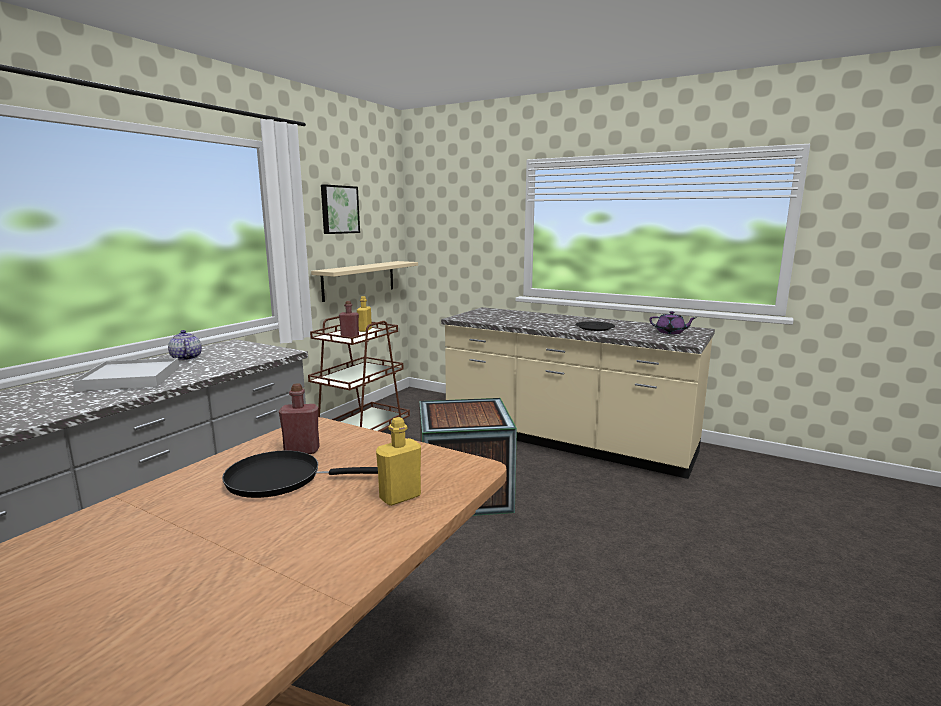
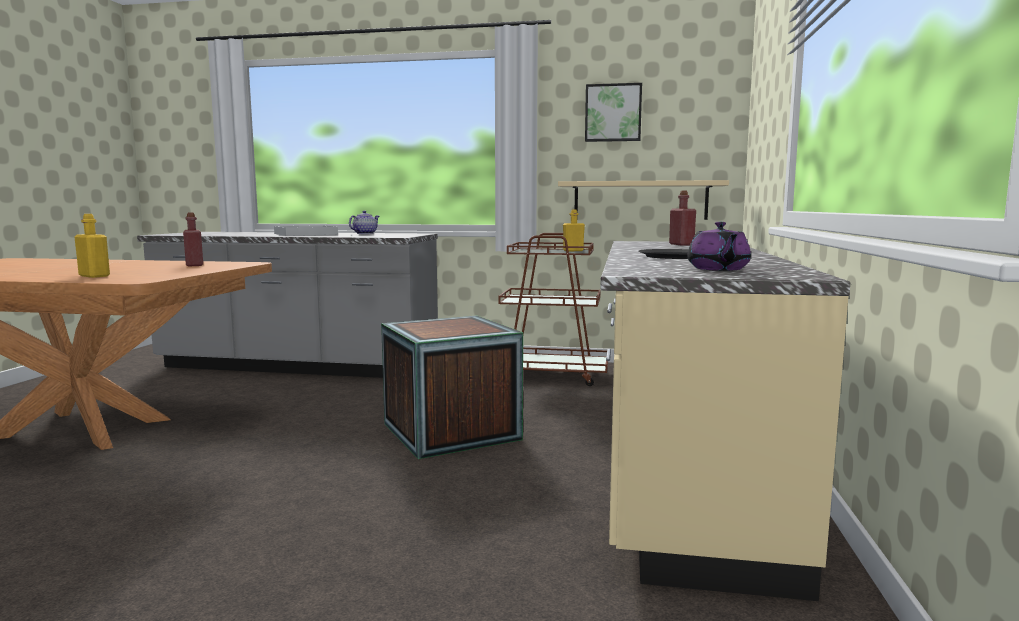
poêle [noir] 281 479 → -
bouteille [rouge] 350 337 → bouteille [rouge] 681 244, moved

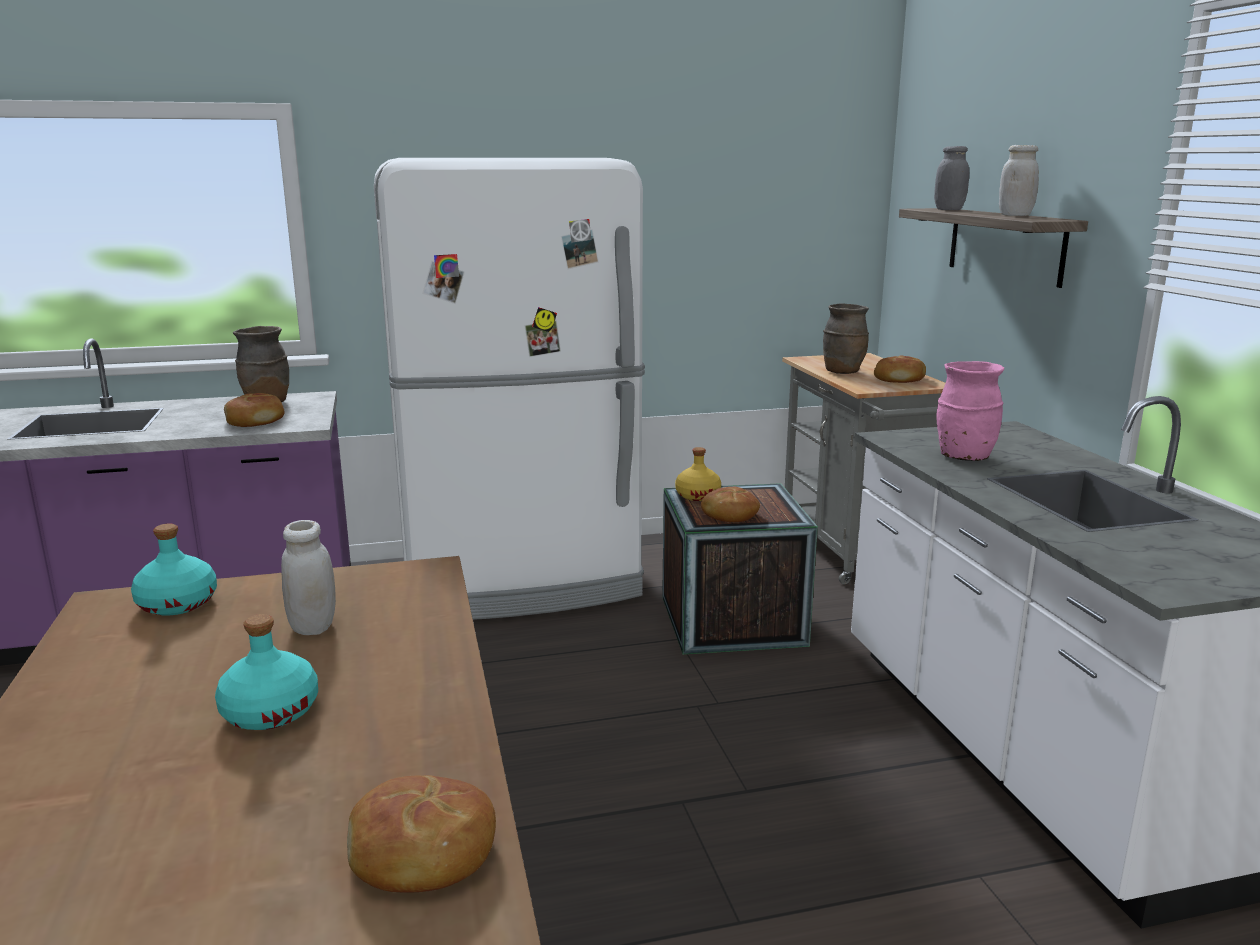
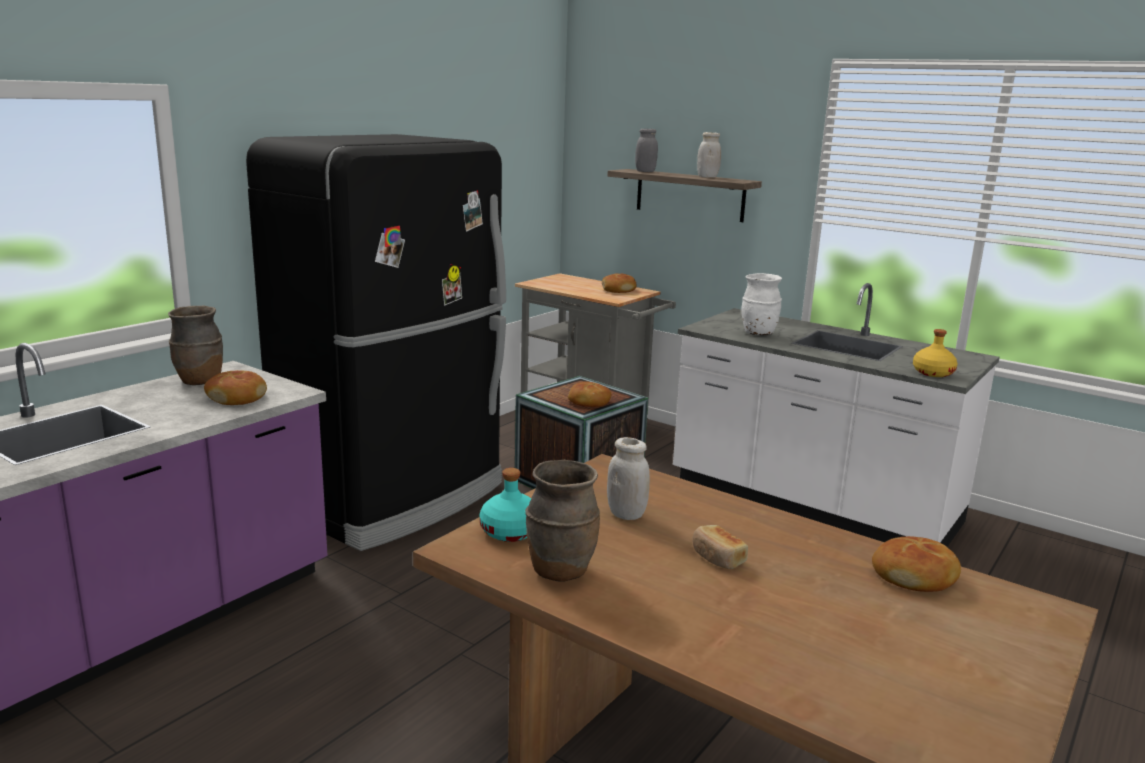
bouteille [turquoise] 270 712 → pain 717 558
réfrigérateur [blanc] 521 580 → réfrigérateur [noir] 396 497
bouteille [jaune] 697 495 → bouteille [jaune] 932 373, moved
vase [marron] 843 372 → vase [marron] 560 570, moved
vase [rose] 963 457 → vase [blanc] 758 333

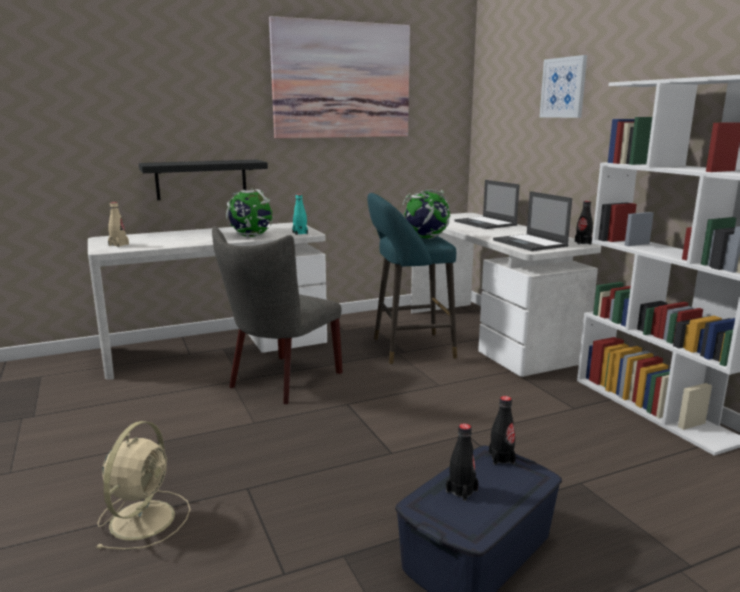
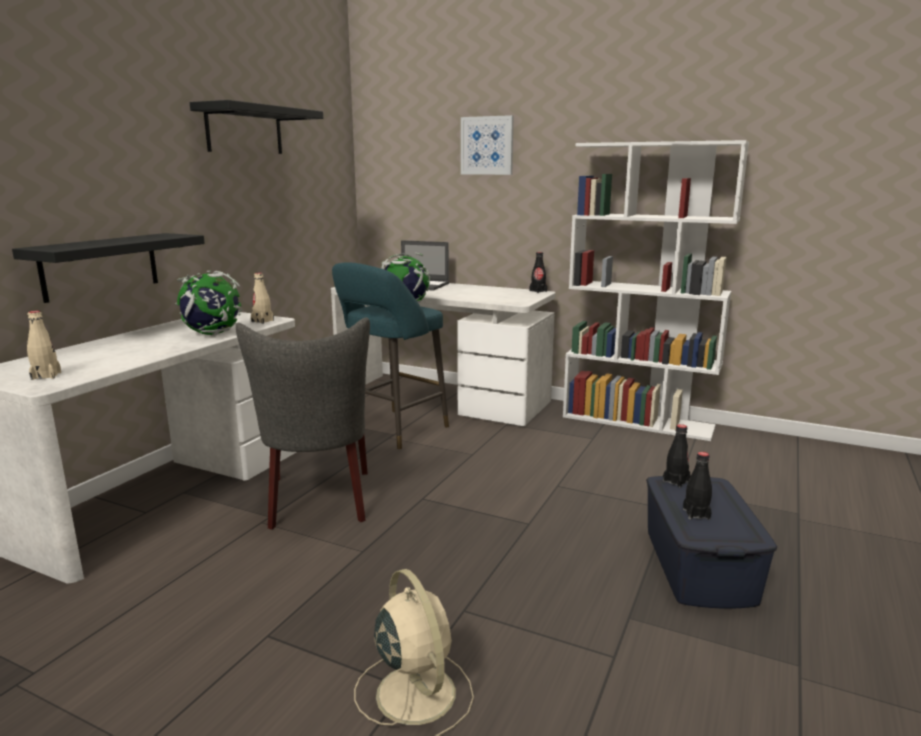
tableau 342 80 → étagère [noir] 244 130
bouteille [turquoise] 300 233 → bouteille [beige] 262 321
ordinateur portable 530 243 → -

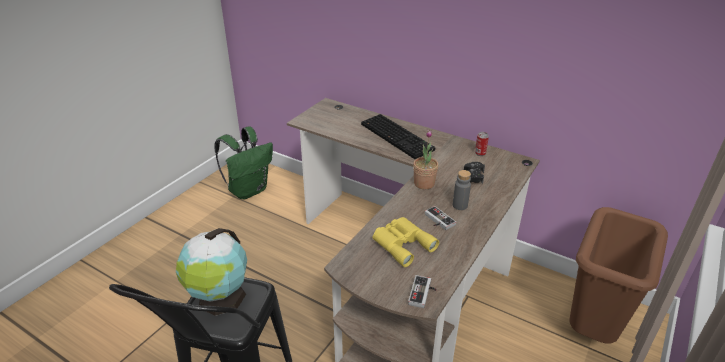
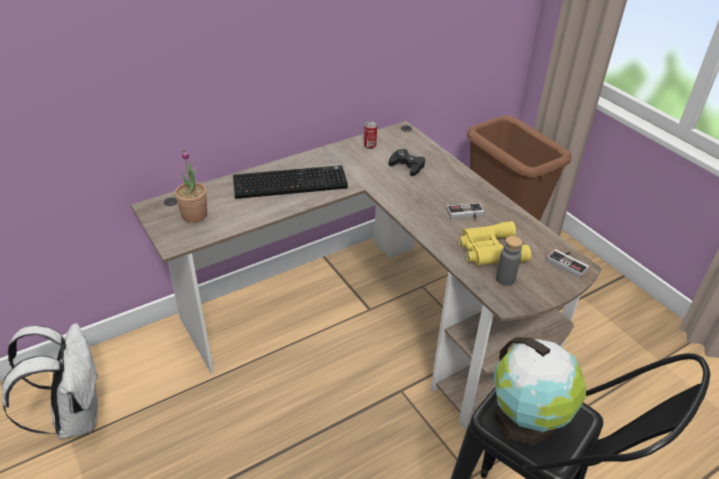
sac à dos [vert] 249 190 → sac à dos [blanc] 74 416
plante en pot 424 183 → plante en pot 194 215, moved
bouteille [gris] 460 205 → bouteille [gris] 505 279, moved

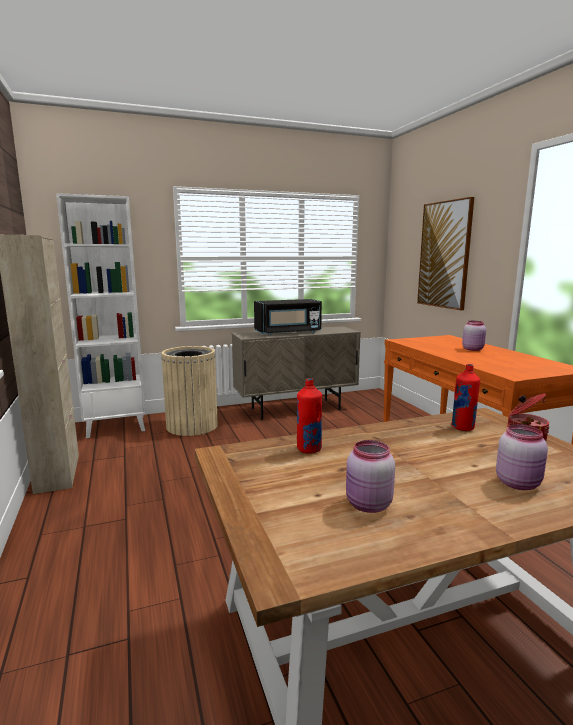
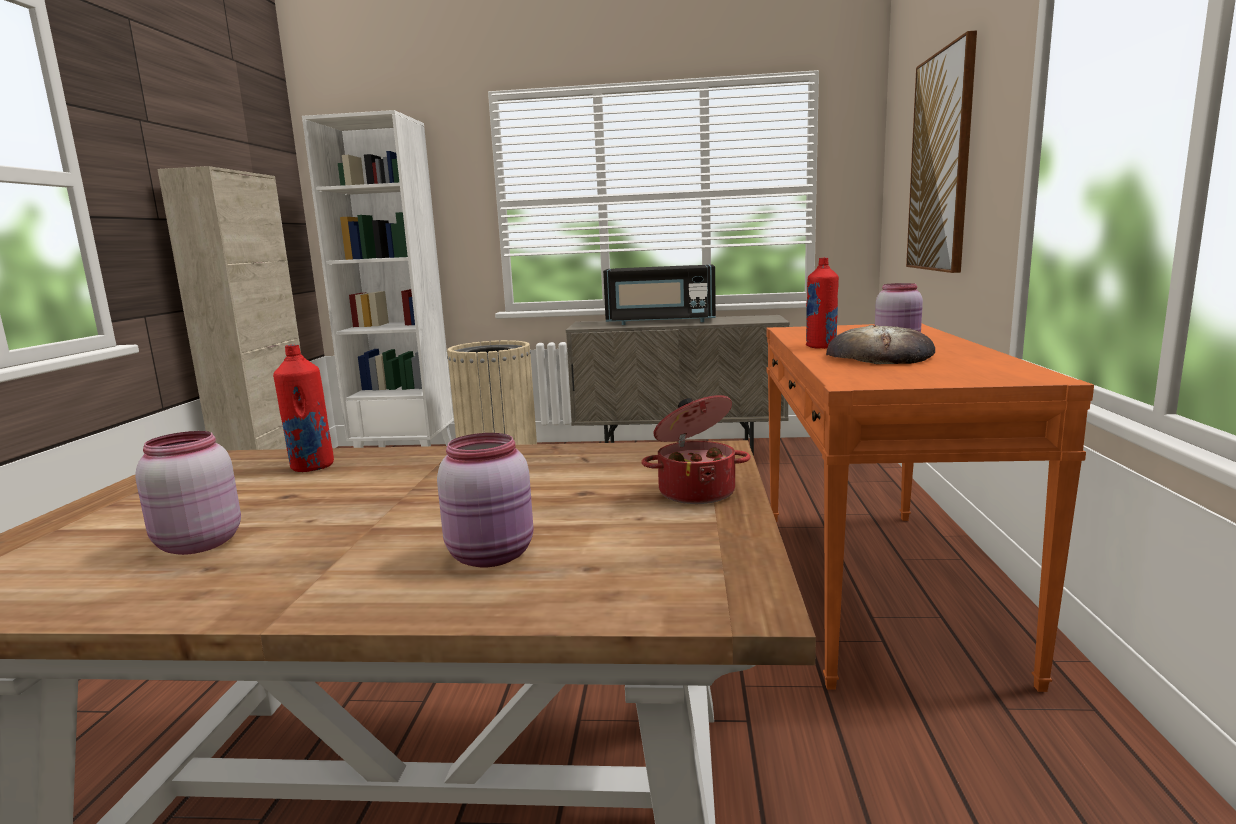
bouteille [rouge] 462 427 → bouteille [rouge] 821 346, moved
- → pain 879 356

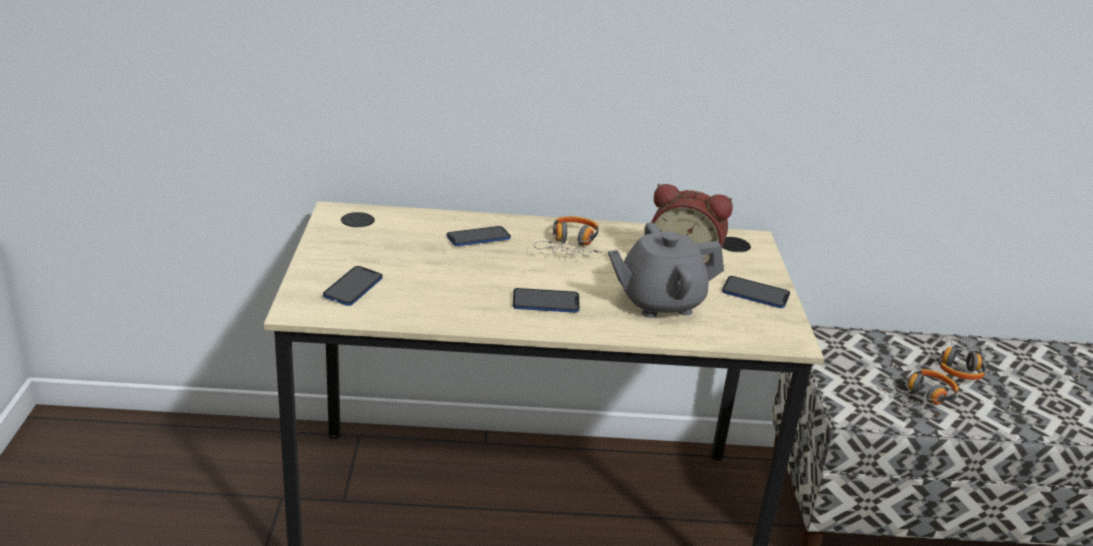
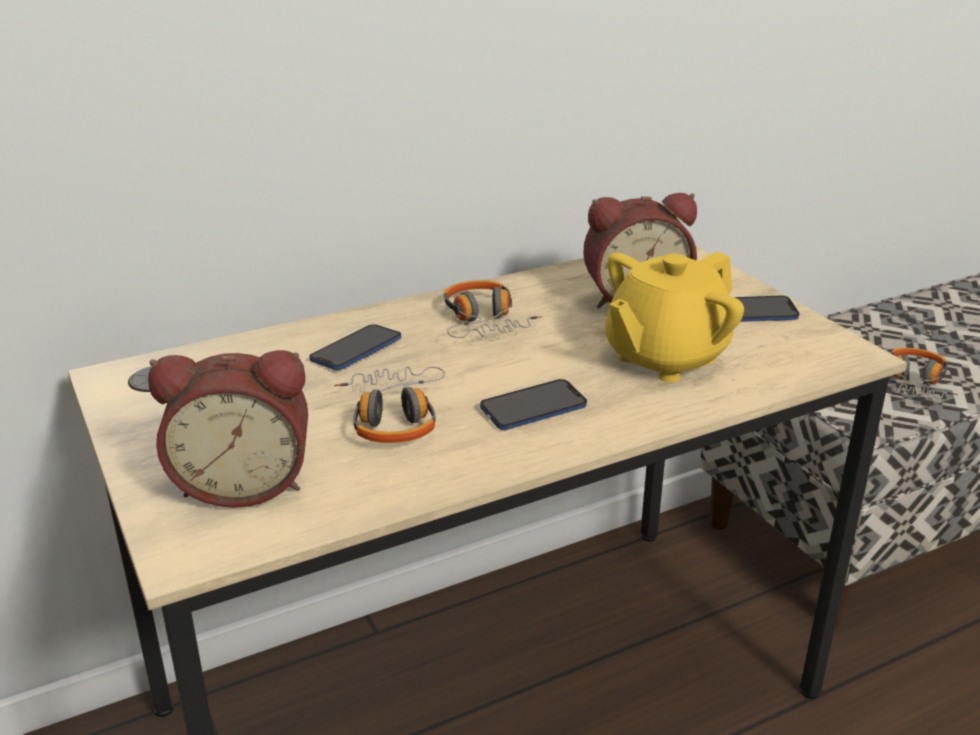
téléphone 353 287 → réveil 244 483
théière [gris] 659 302 → théière [jaune] 664 358
casque audio 959 364 → casque audio 394 416, moved

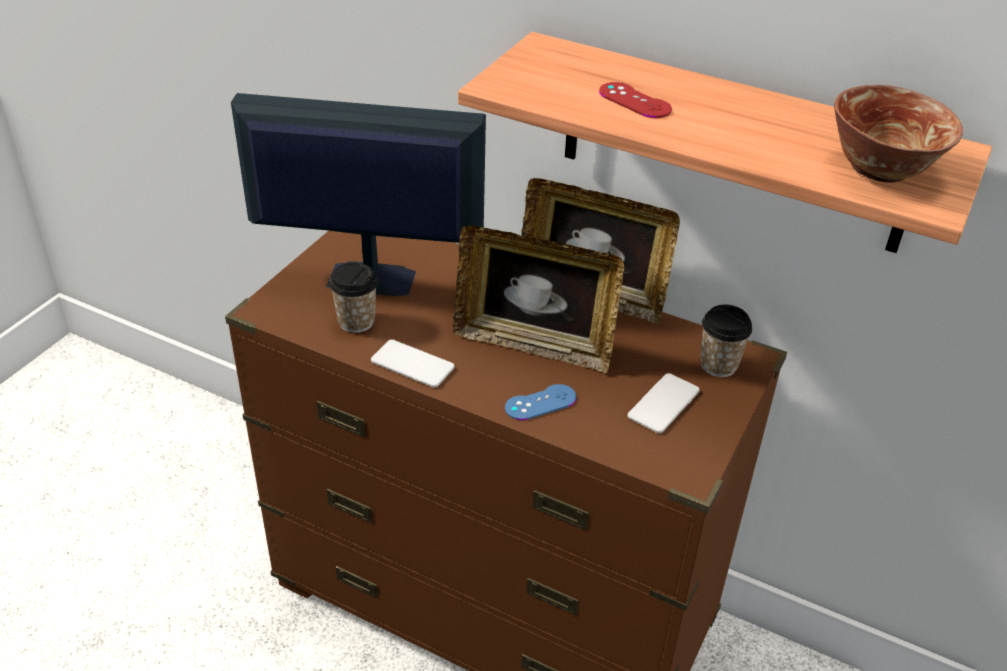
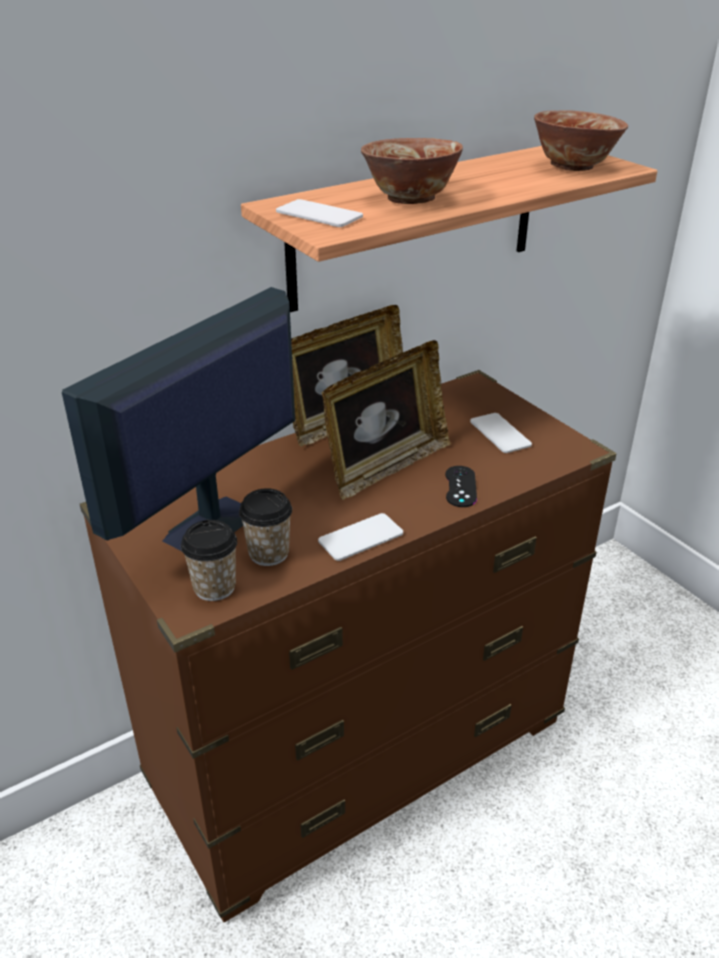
manette [bleu] 540 402 → manette [noir] 460 486
manette [rouge] 634 101 → bol 410 199
tasse 718 365 → tasse 214 587, moved
- → téléphone 319 215

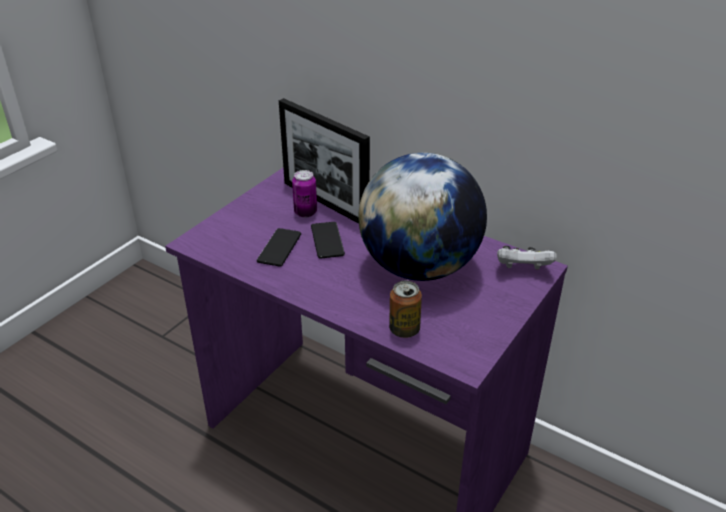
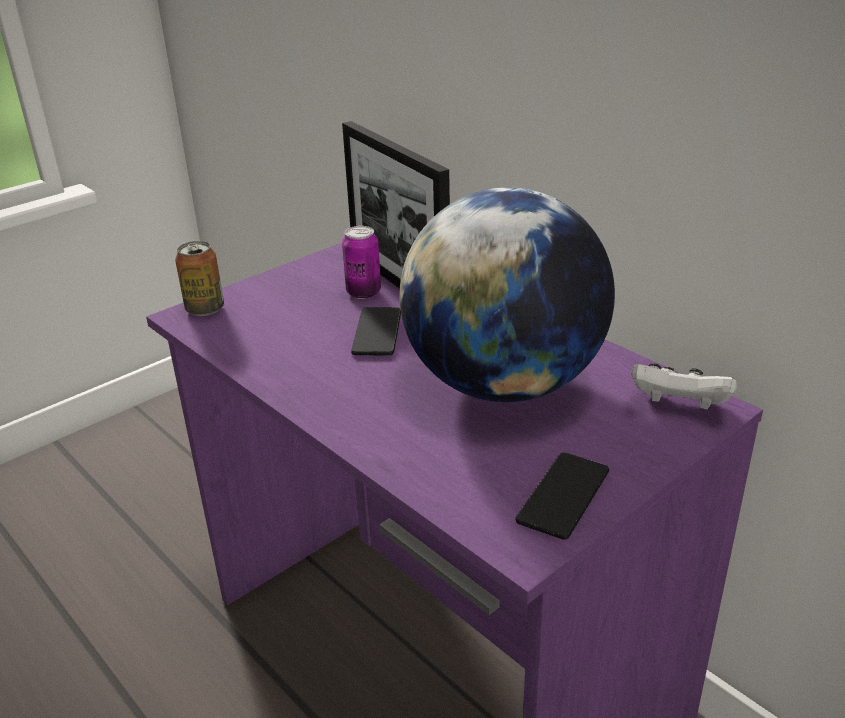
téléphone 279 248 → téléphone 563 496, moved
boîte métallique 404 330 → boîte métallique 205 309, moved

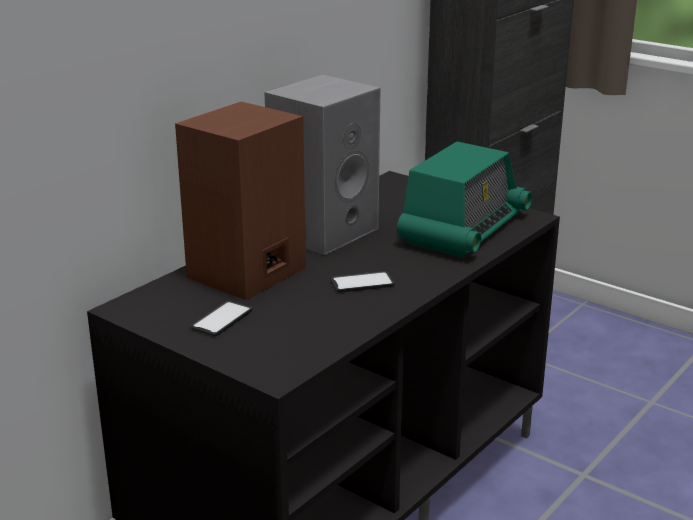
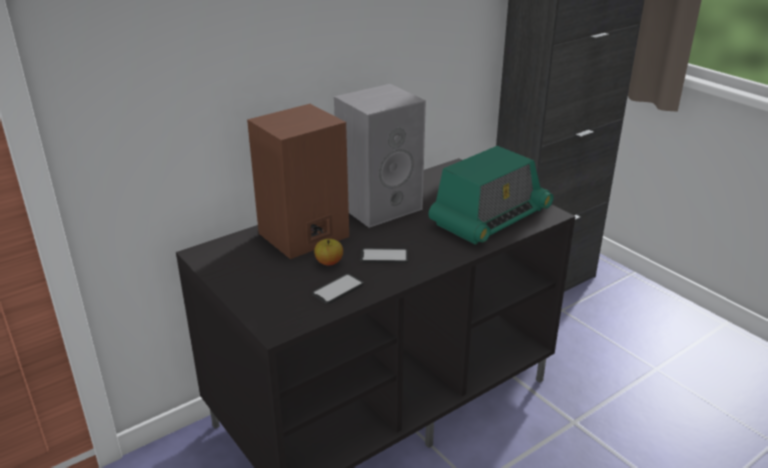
téléphone 222 319 → téléphone 338 289, moved
- → pomme 329 262

